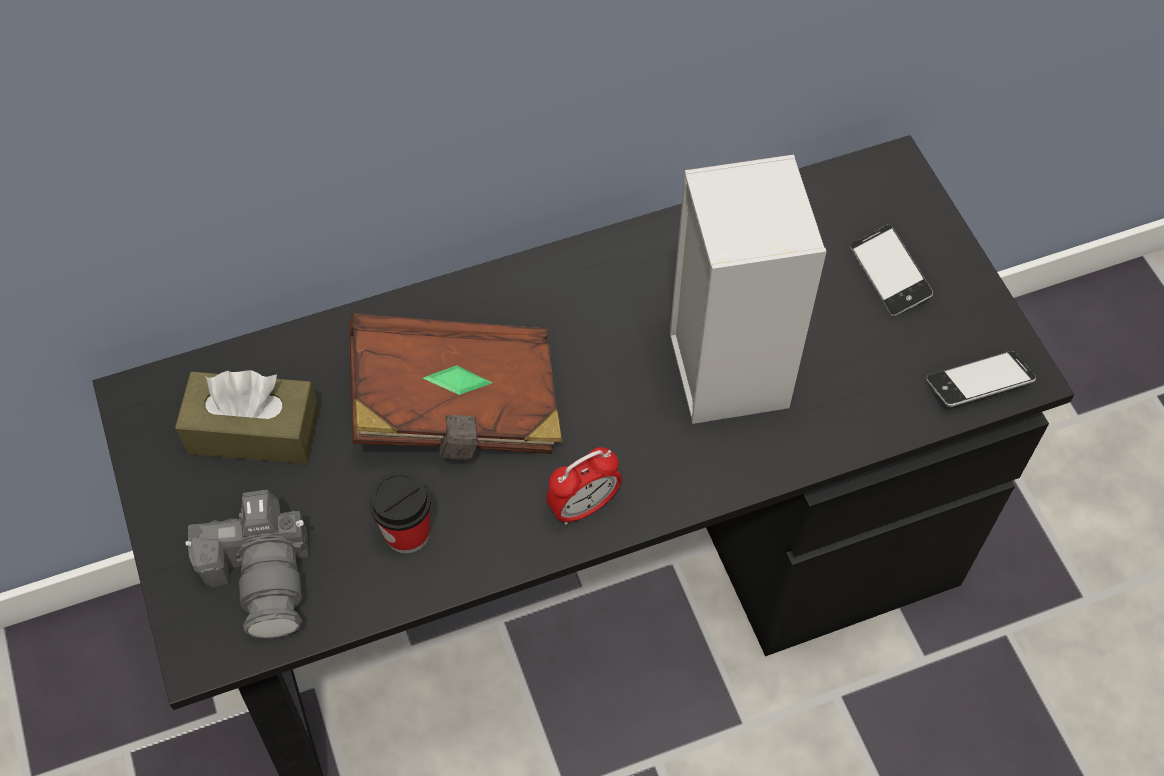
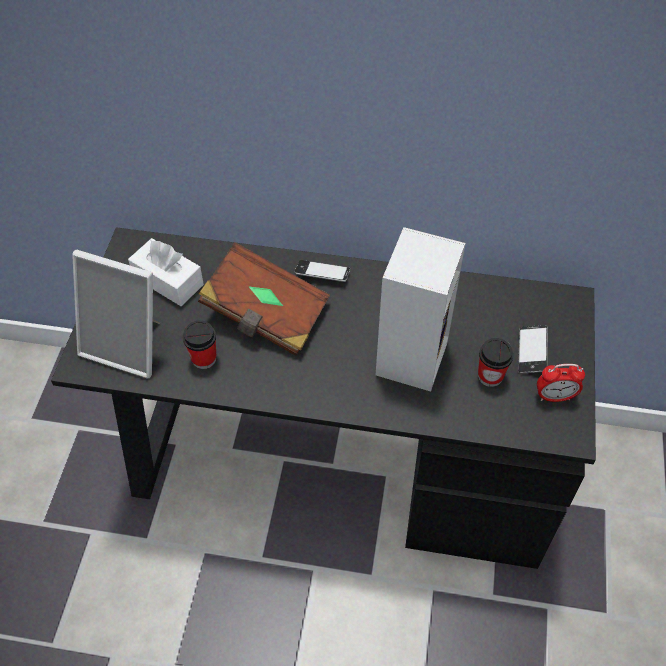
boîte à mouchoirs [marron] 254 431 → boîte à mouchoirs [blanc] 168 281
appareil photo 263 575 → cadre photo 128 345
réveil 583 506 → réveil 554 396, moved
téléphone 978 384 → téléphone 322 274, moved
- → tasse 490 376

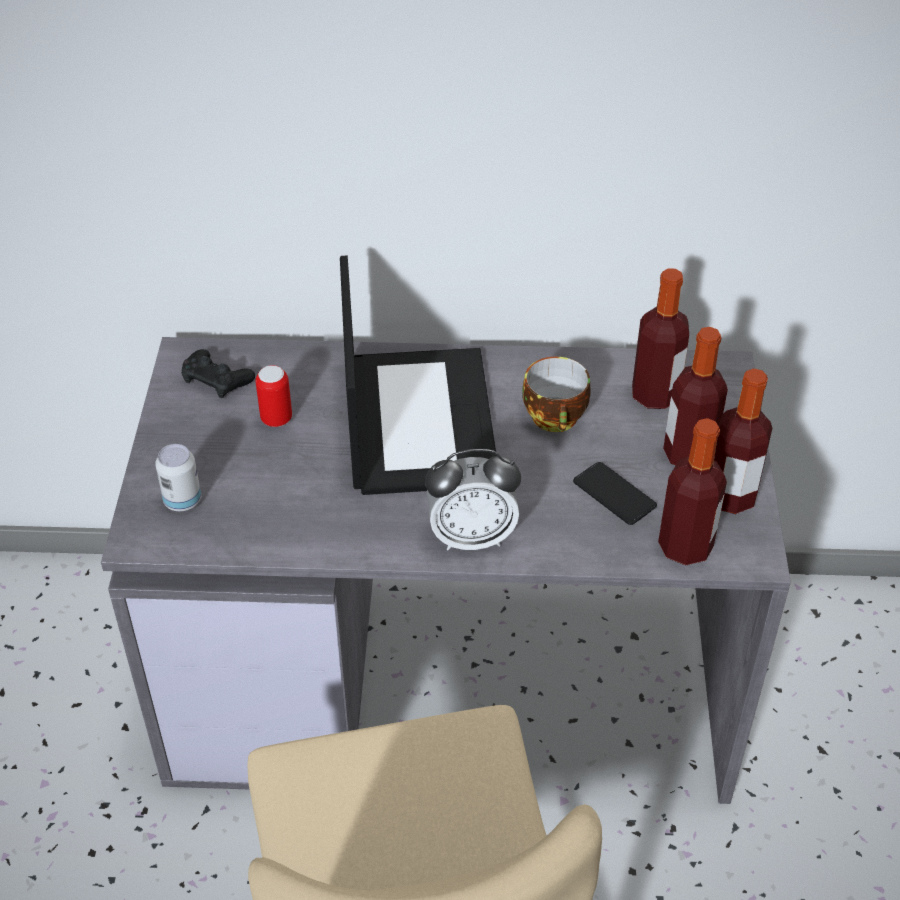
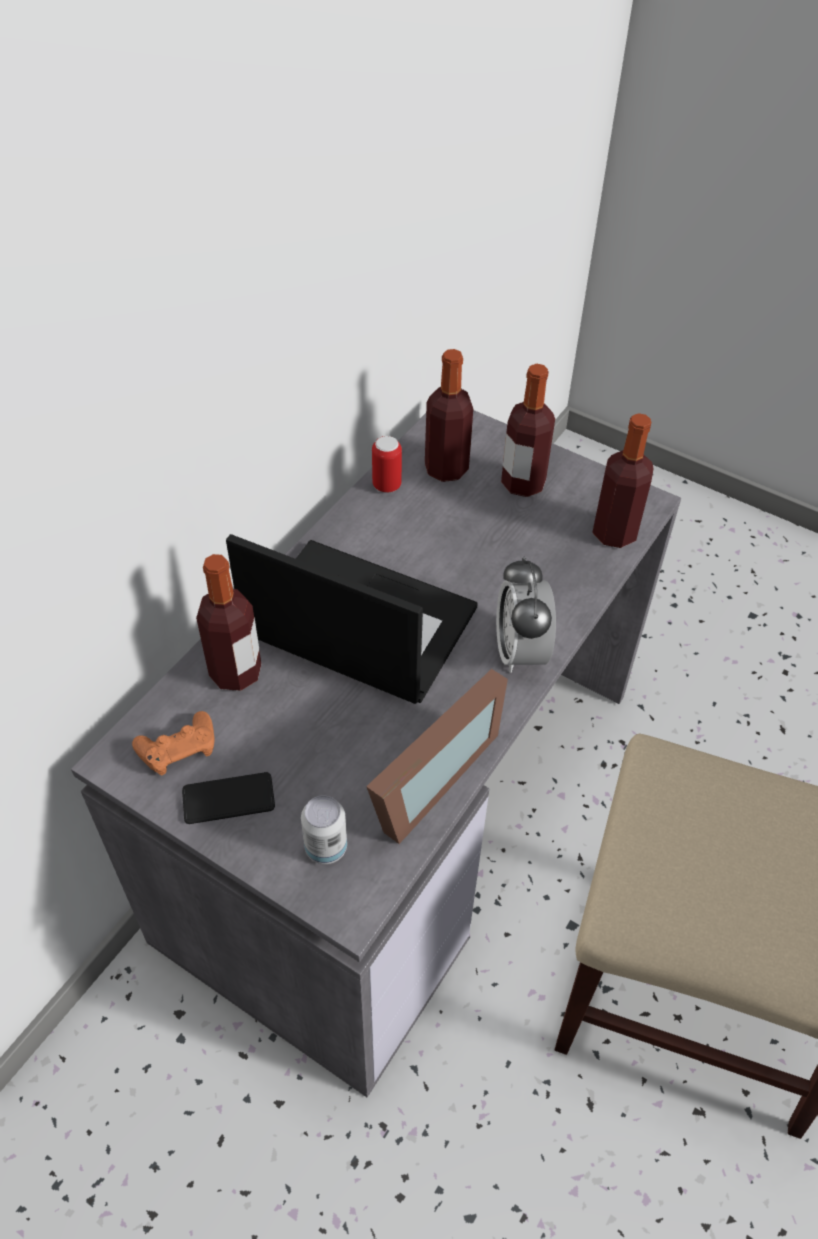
manette [noir] 217 380 → manette [orange] 178 748
boîte métallique 276 419 → boîte métallique 386 485, moved
réveil 471 536 → réveil 520 652, 150 degrees clockwise
tasse 557 419 → -
téléphone 614 494 → téléphone 228 799, moved
bouteille 730 497 → bouteille 236 672, moved
- → cadre photo 423 778

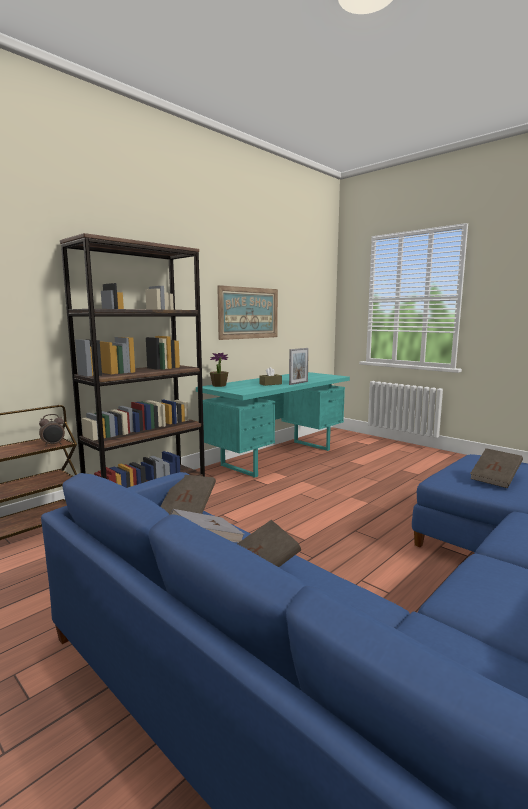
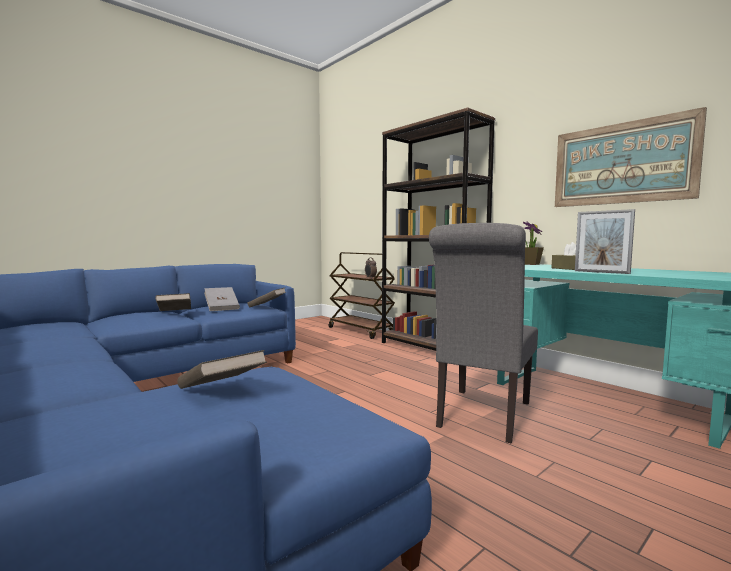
- → chaise [gris] 482 416

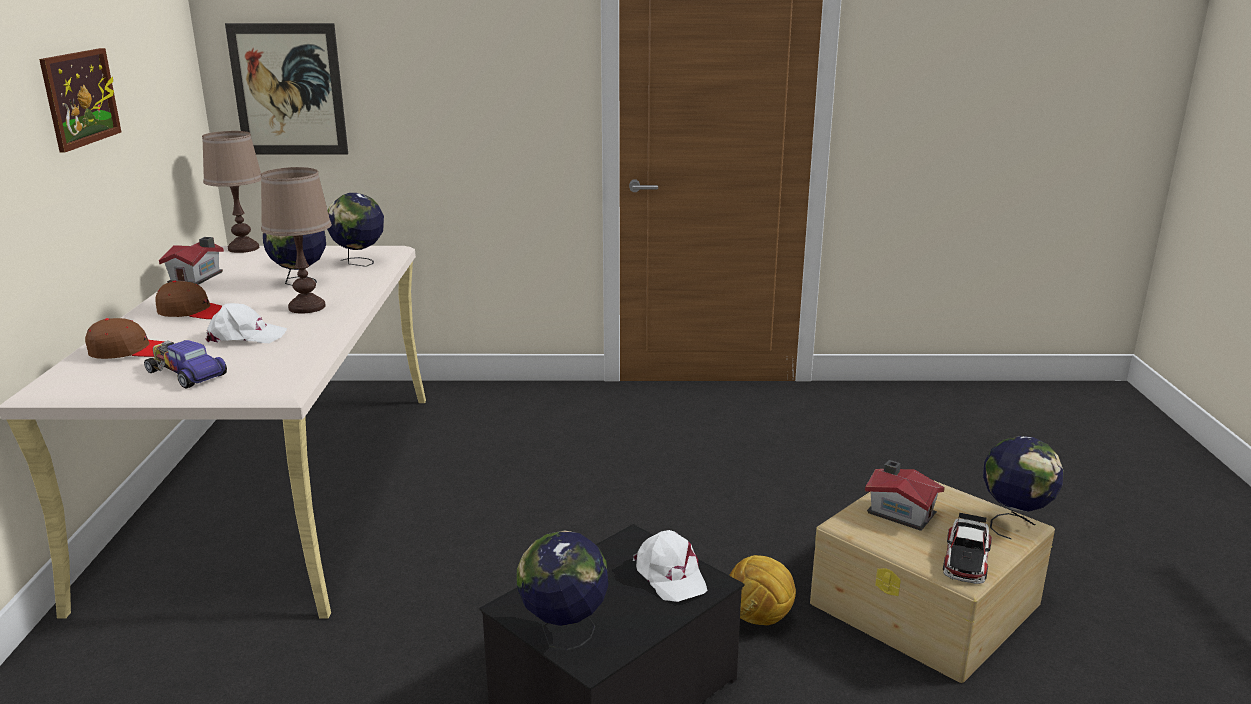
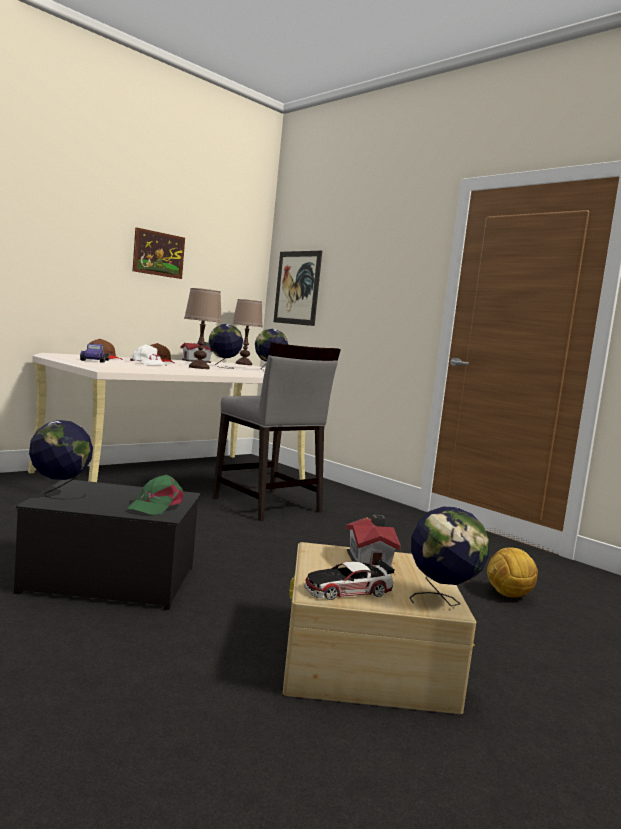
casquette [blanc] 670 575 → casquette [vert] 156 506
ballon de foot 759 619 → ballon de foot 508 595, moved
- → chaise [gris] 267 505

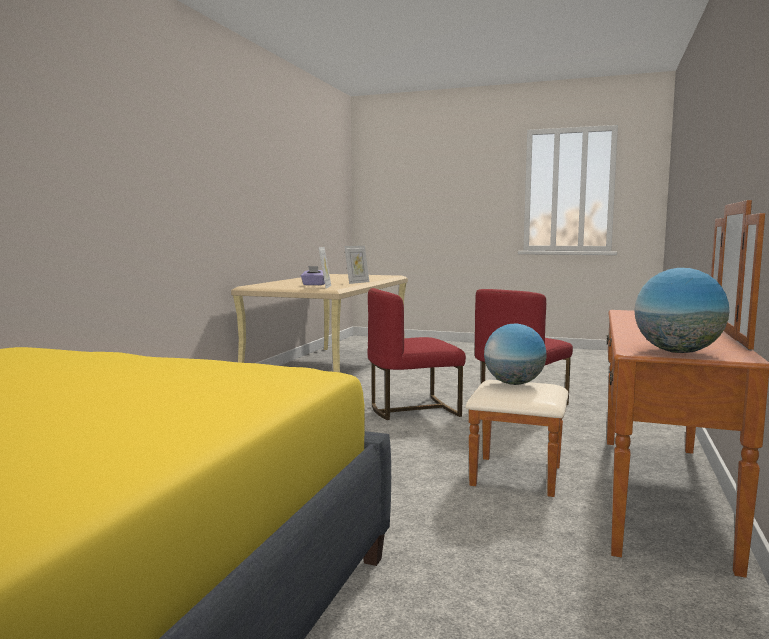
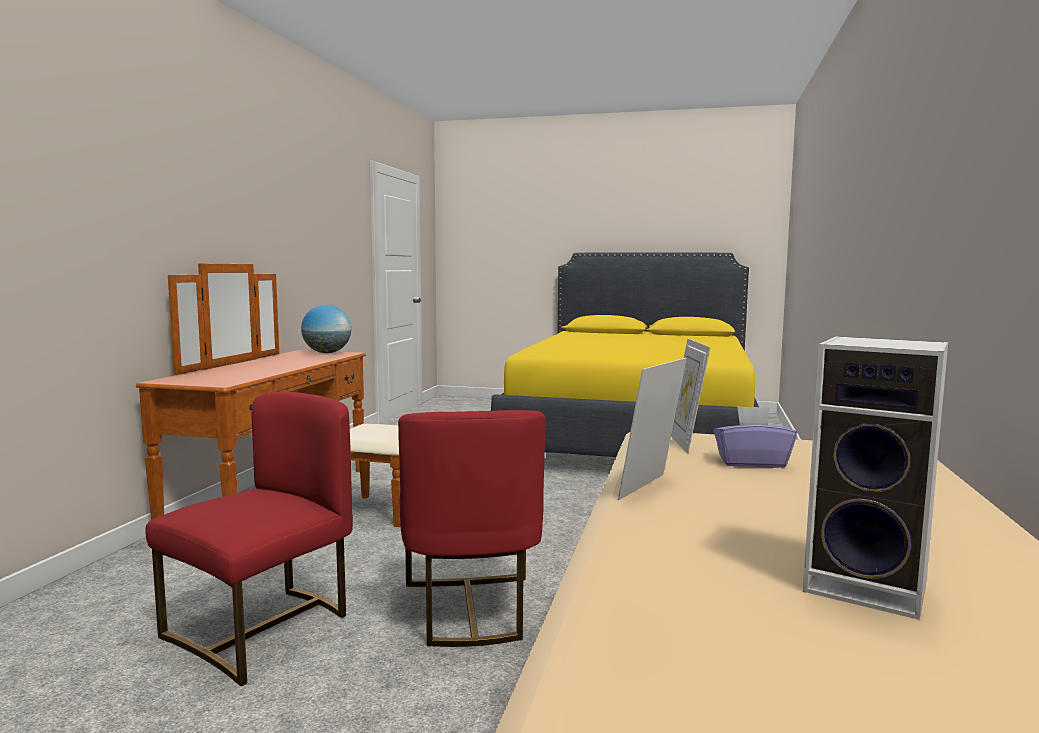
chaise [rouge] 412 409 → chaise [rouge] 469 609, 105 degrees clockwise
globe 514 383 → -
- → enceinte 871 587

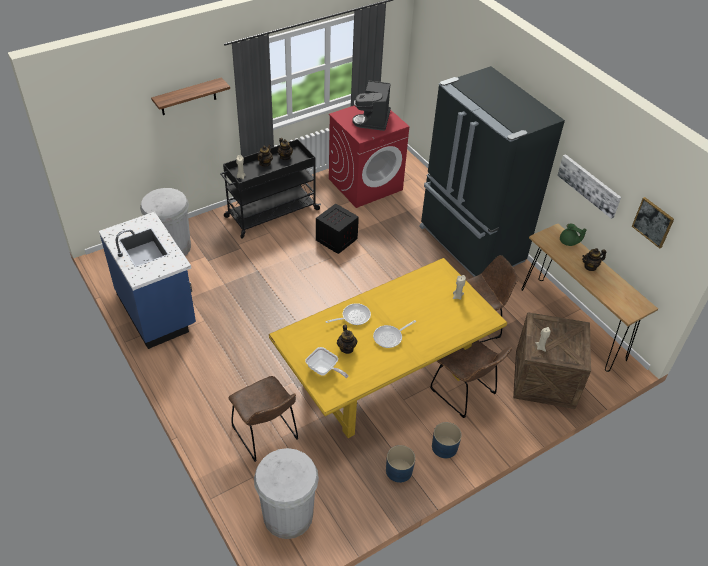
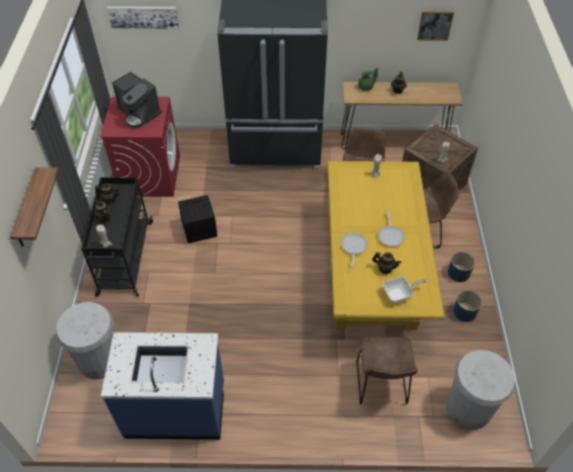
chaise [marron] 266 435 → chaise [marron] 381 386, 90 degrees clockwise
tableau 589 185 → tableau 143 16, moved

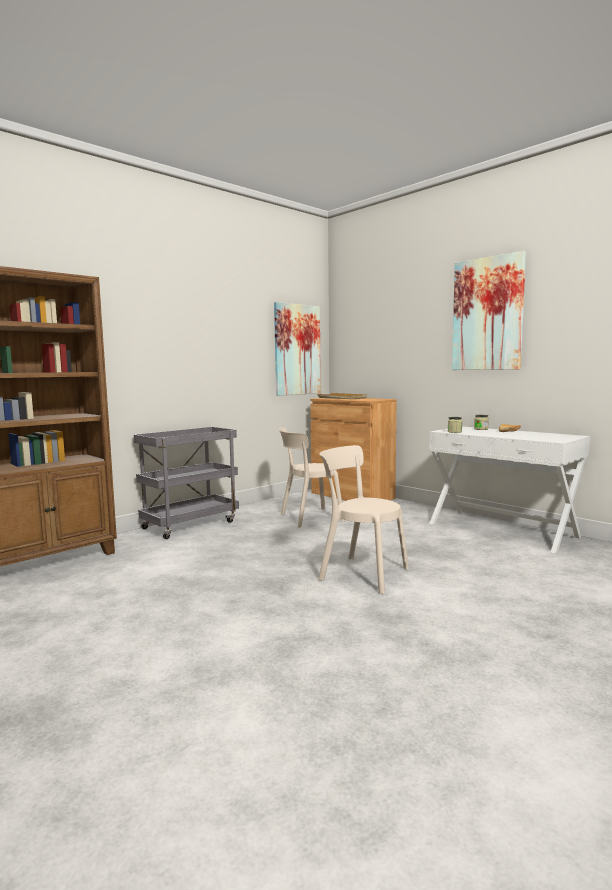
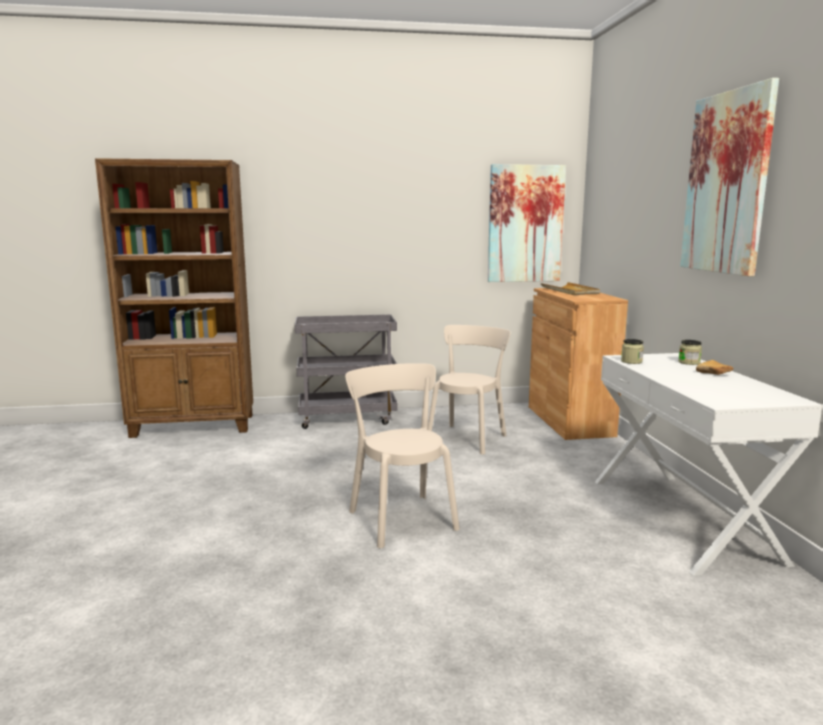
chaise [beige] 308 518 → chaise [beige] 468 438, 105 degrees clockwise

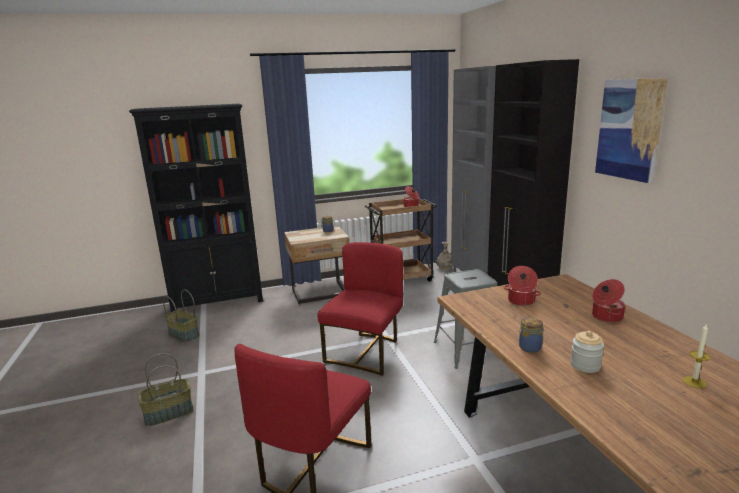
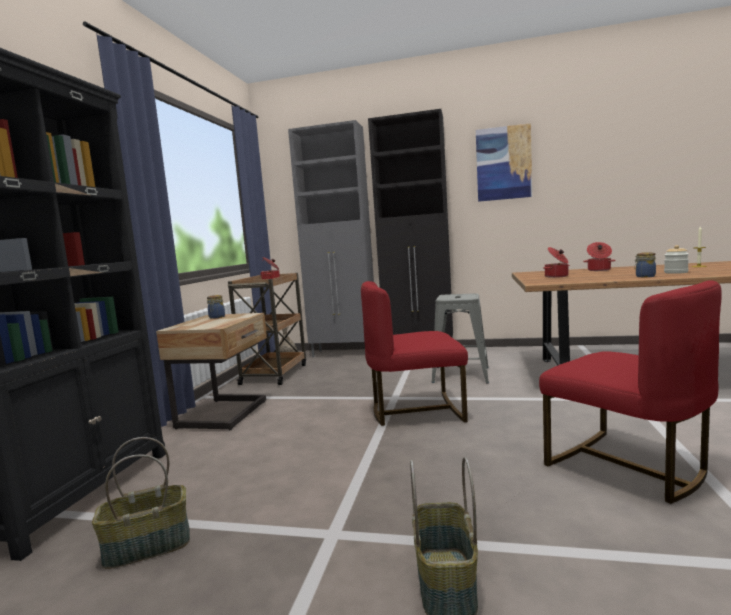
chaise [rouge] 366 352 → chaise [rouge] 416 411, 60 degrees counterclockwise

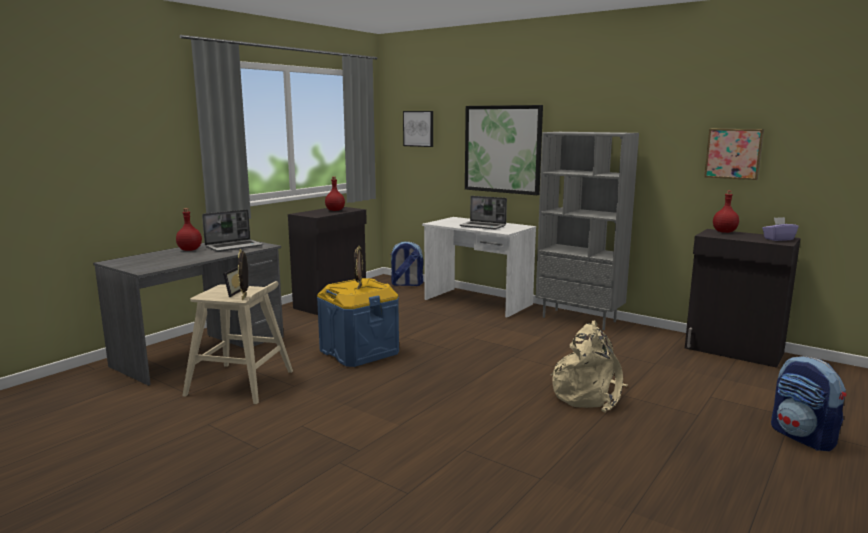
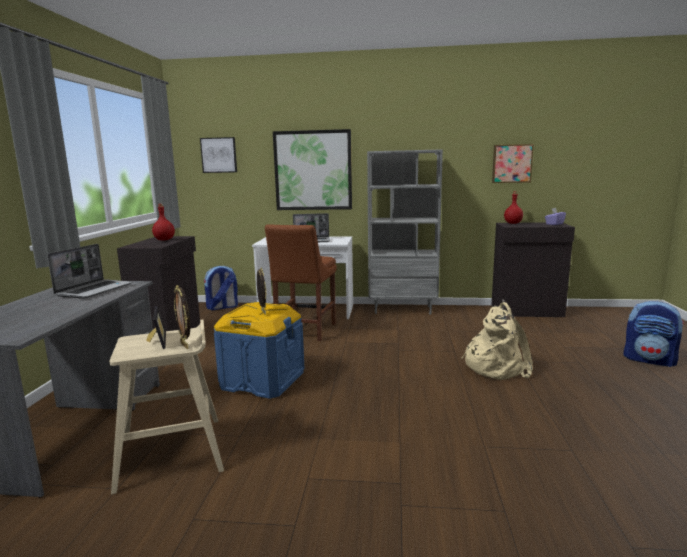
bouteille [rouge] 189 250 → -
- → chaise [marron] 304 331

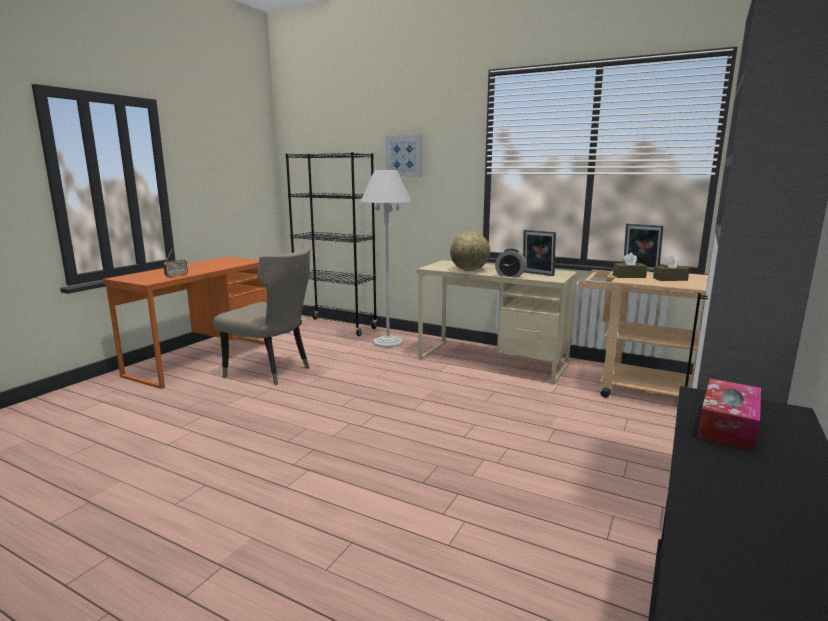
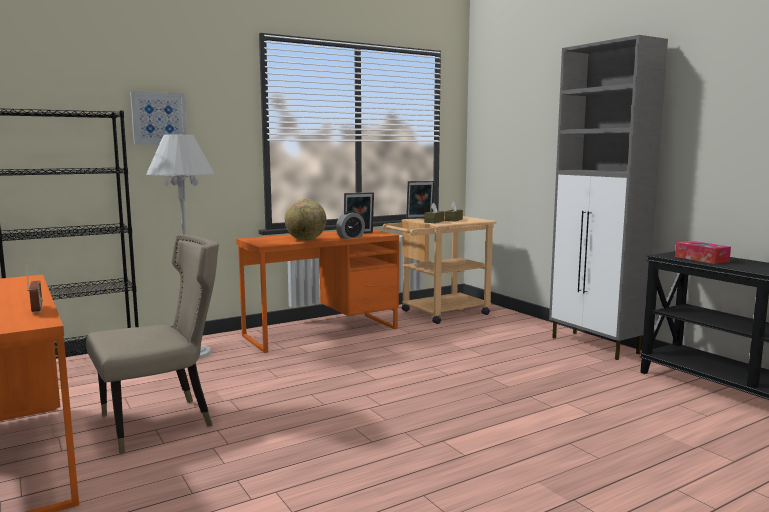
bureau [beige] 492 362 → bureau [orange] 321 332

